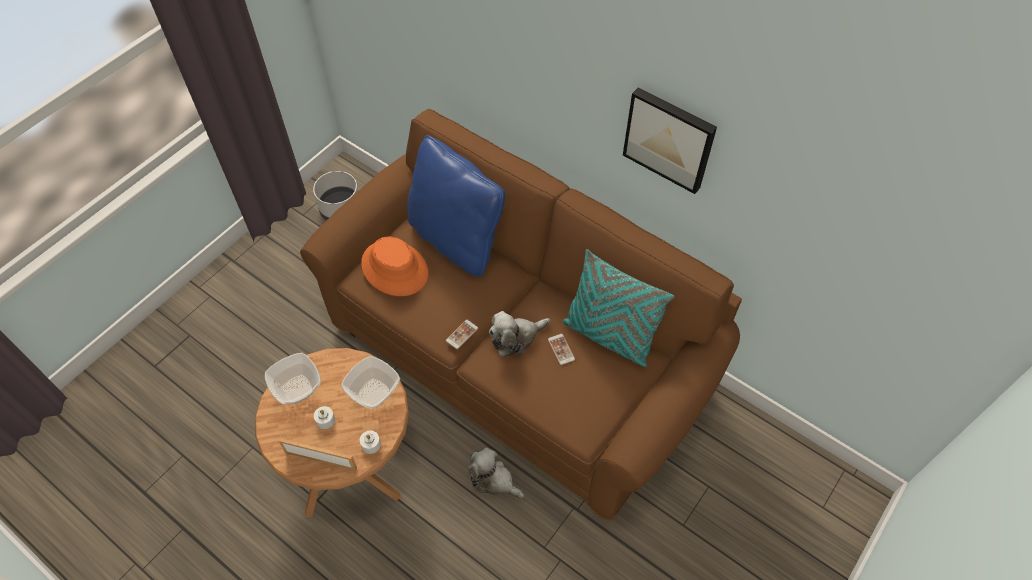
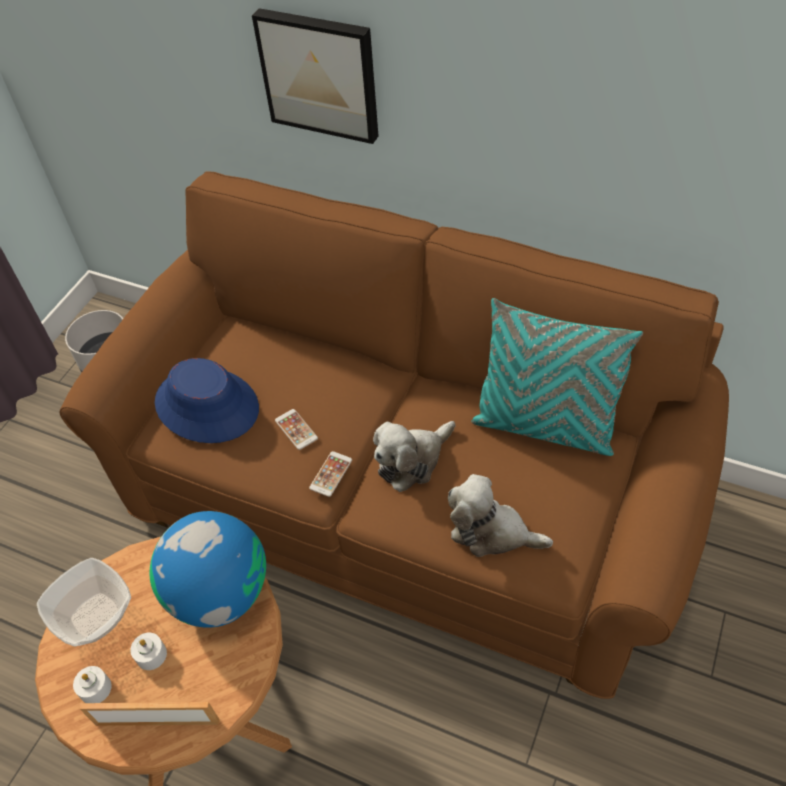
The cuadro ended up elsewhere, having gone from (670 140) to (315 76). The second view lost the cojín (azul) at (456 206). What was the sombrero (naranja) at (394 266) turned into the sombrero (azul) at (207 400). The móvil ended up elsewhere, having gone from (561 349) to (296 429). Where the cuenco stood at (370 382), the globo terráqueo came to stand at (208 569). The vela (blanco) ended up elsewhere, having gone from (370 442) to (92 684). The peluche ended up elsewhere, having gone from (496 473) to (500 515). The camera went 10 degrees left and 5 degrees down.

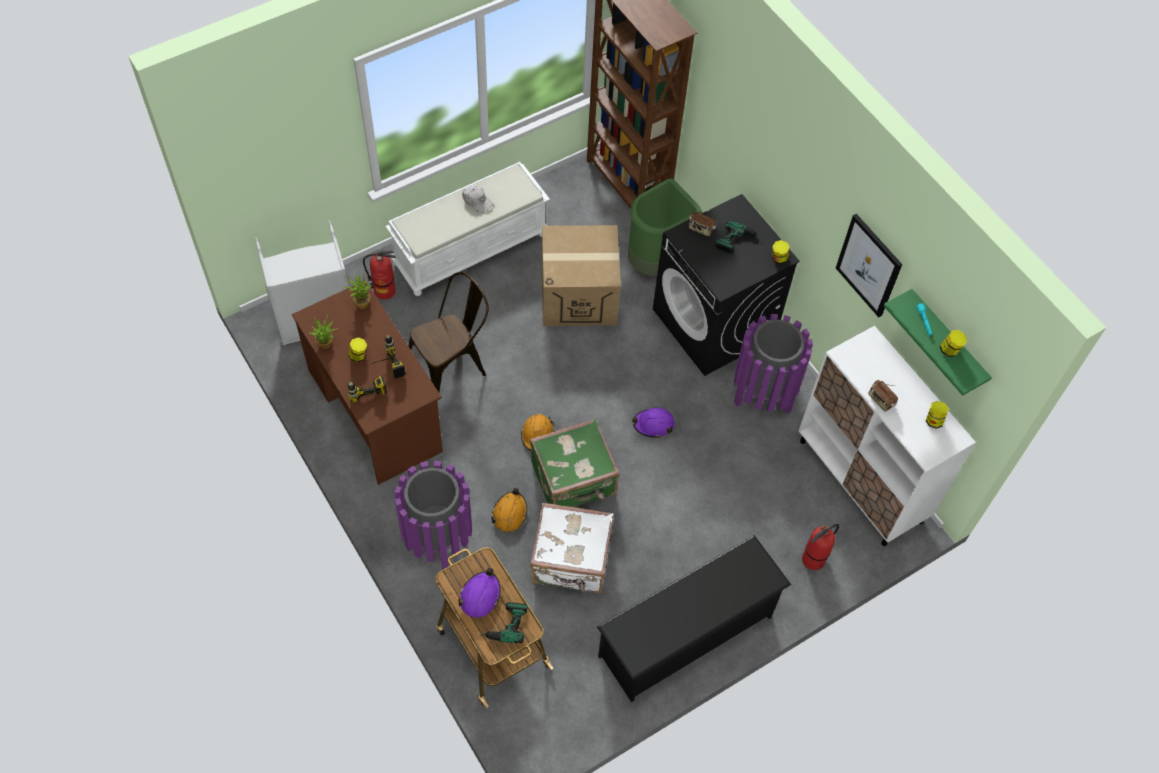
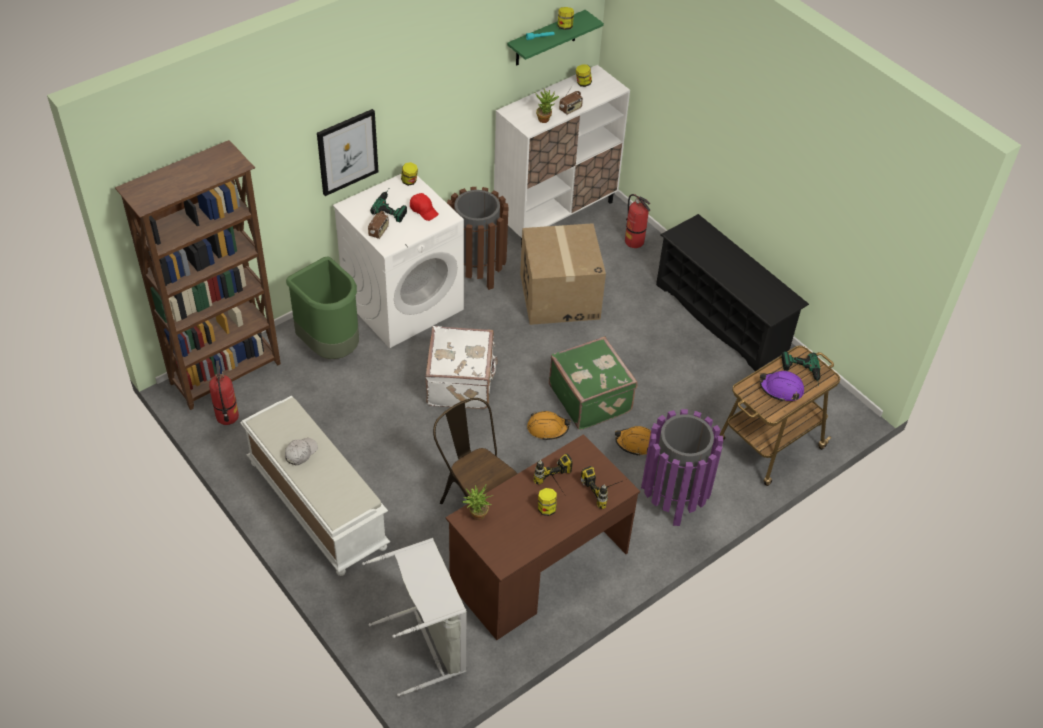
What was the lavadora (negro) at (726 285) turned into the lavadora (blanco) at (398 261). The cuadro ended up elsewhere, having gone from (869 265) to (347 152). The caja de cartón ended up elsewhere, having gone from (581 275) to (563 274). The extintor ended up elsewhere, having gone from (379 275) to (224 393). What was the papelera (morado) at (773 364) turned into the papelera (marrón) at (477 238). The planta en maceta ended up elsewhere, having gone from (323 332) to (546 106). The second view lost the casco (morado) at (653 423). The maleta (blanco) ended up elsewhere, having gone from (572 548) to (461 367). The second view gained the gorra (rojo) at (424 207). The camera went 95 degrees left and 10 degrees down.

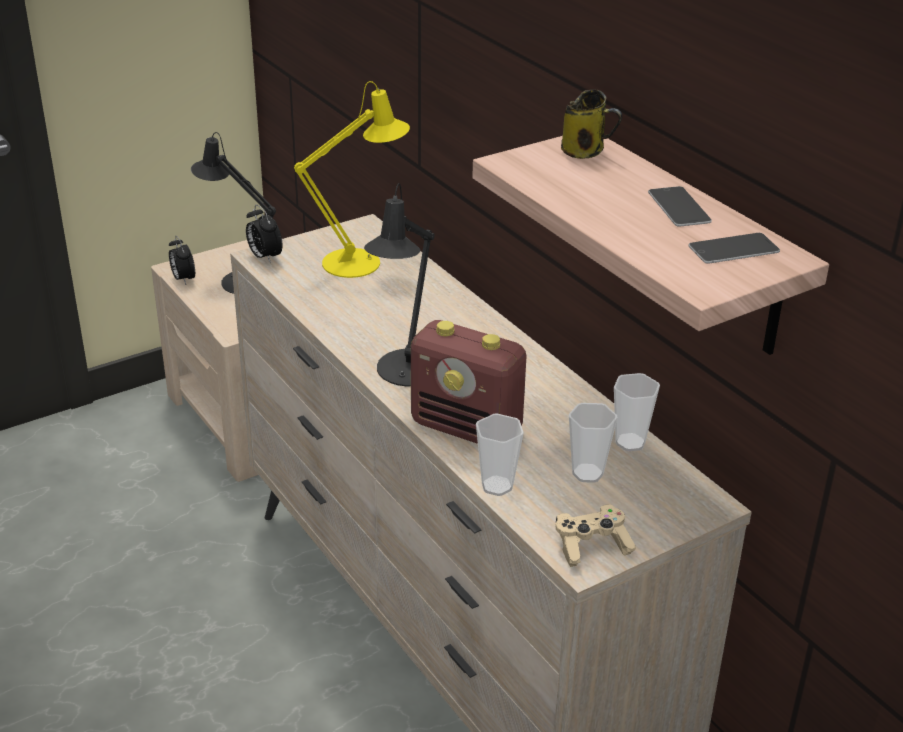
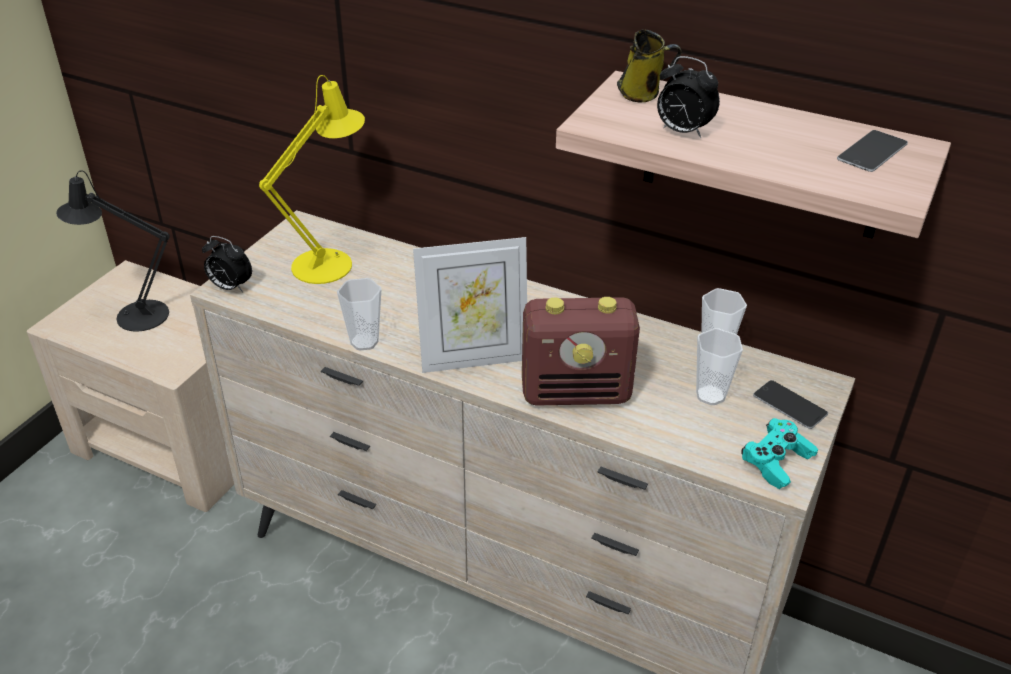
Where the lámpara de mesa (negro) stood at (399 284), the portarretratos came to stand at (470 305). The móvil ended up elsewhere, having gone from (680 206) to (790 404). The despertador ended up elsewhere, having gone from (182 260) to (688 97). The taza ended up elsewhere, having gone from (500 455) to (359 314). What was the mando de consola (beis) at (596 535) turned into the mando de consola (turquesa) at (779 453). The camera went 30 degrees left and 5 degrees up.

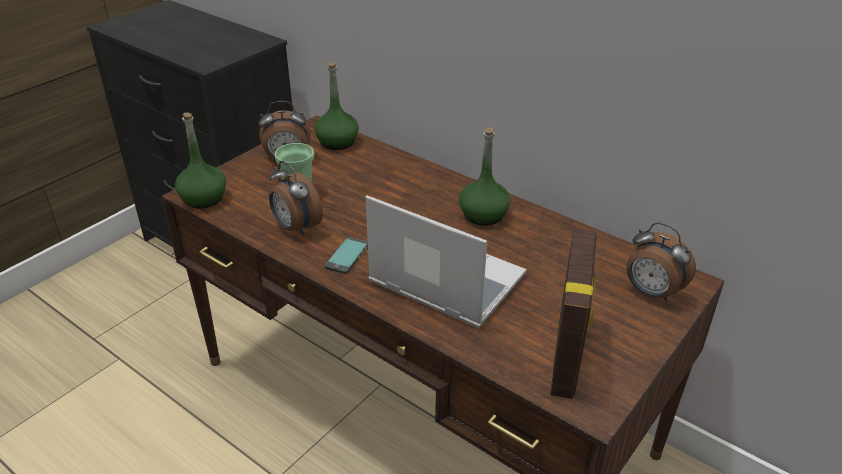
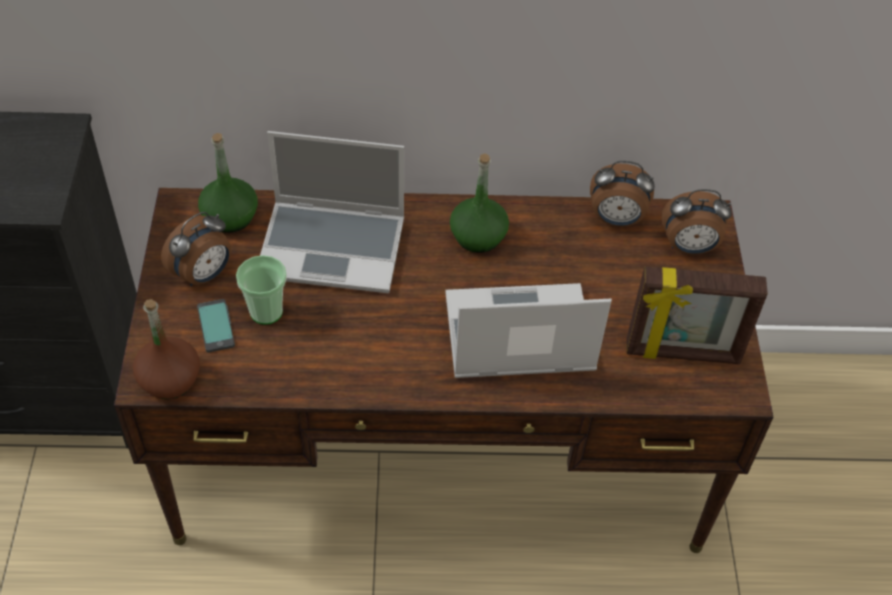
What was the botella (verde) at (200 160) turned into the botella (marrón) at (166 349). The despertador ended up elsewhere, having gone from (296 198) to (622 194). The portarretratos at (573 313) ended up facing another way, 120 degrees clockwise from before. The móvil ended up elsewhere, having gone from (346 255) to (216 326). The second view gained the portátil at (332 212). The camera went 40 degrees left and 15 degrees up.

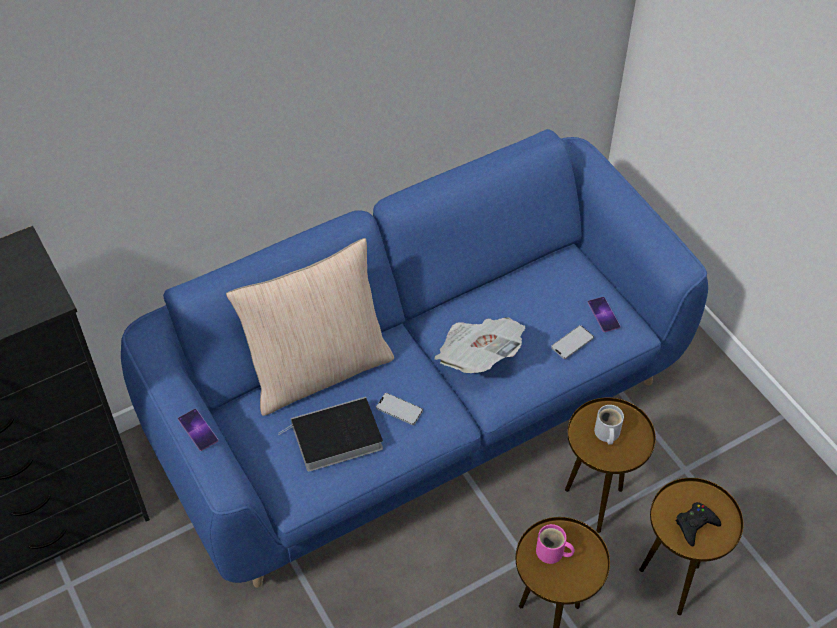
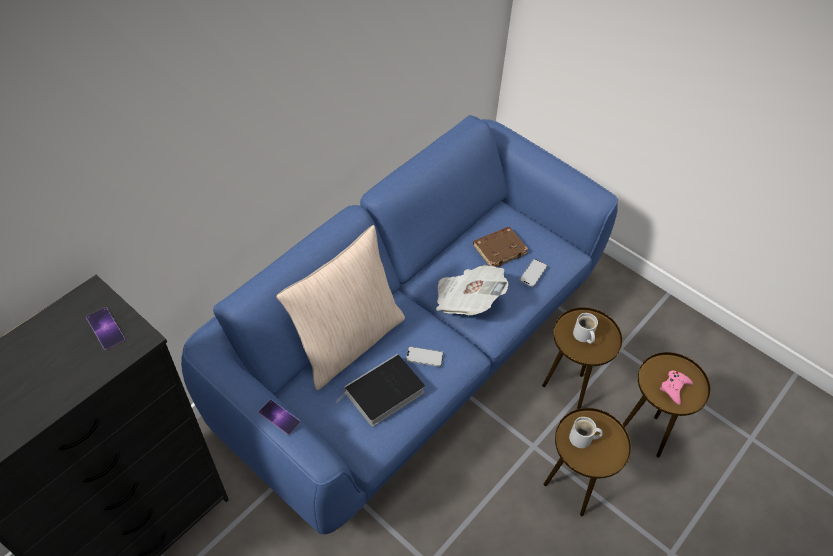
The móvil ended up elsewhere, having gone from (604 314) to (105 328). What was the mando de consola (negro) at (698 524) turned into the mando de consola (rosa) at (676 388). What was the taza grande (rosa) at (555 544) turned into the taza grande (blanco) at (586 432). The second view gained the libro (marrón) at (500 246). The camera went 20 degrees left and 0 degrees up.

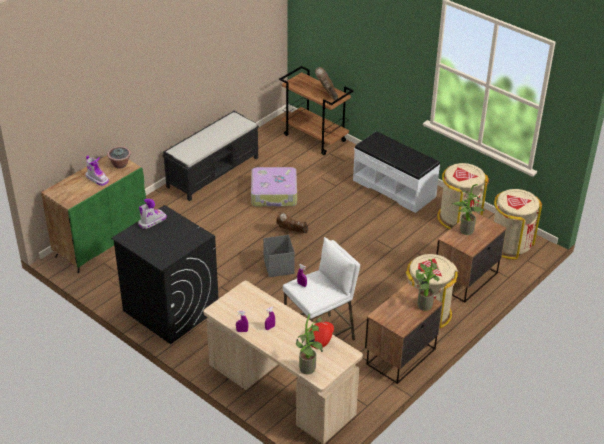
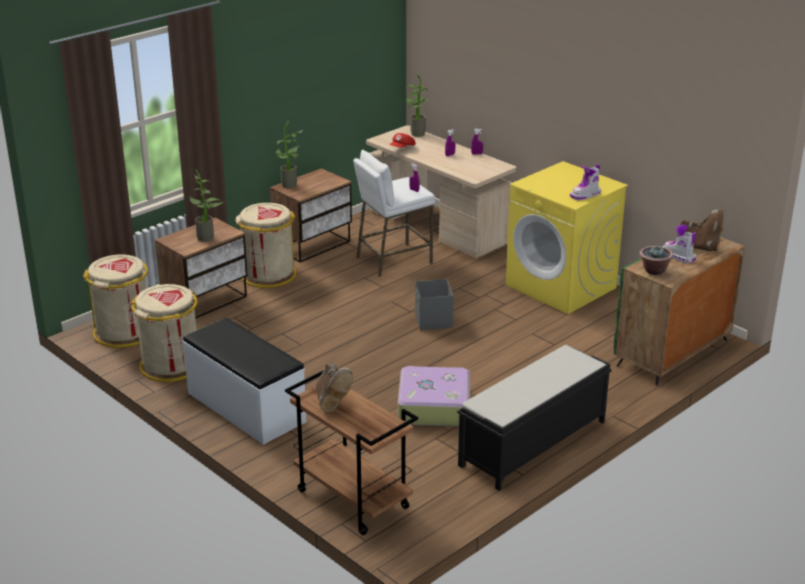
What was the lavadora (negro) at (165 274) turned into the lavadora (amarillo) at (567 237). The bota (marrón) ended up elsewhere, having gone from (292 222) to (701 230). The camera went 175 degrees left and 10 degrees down.

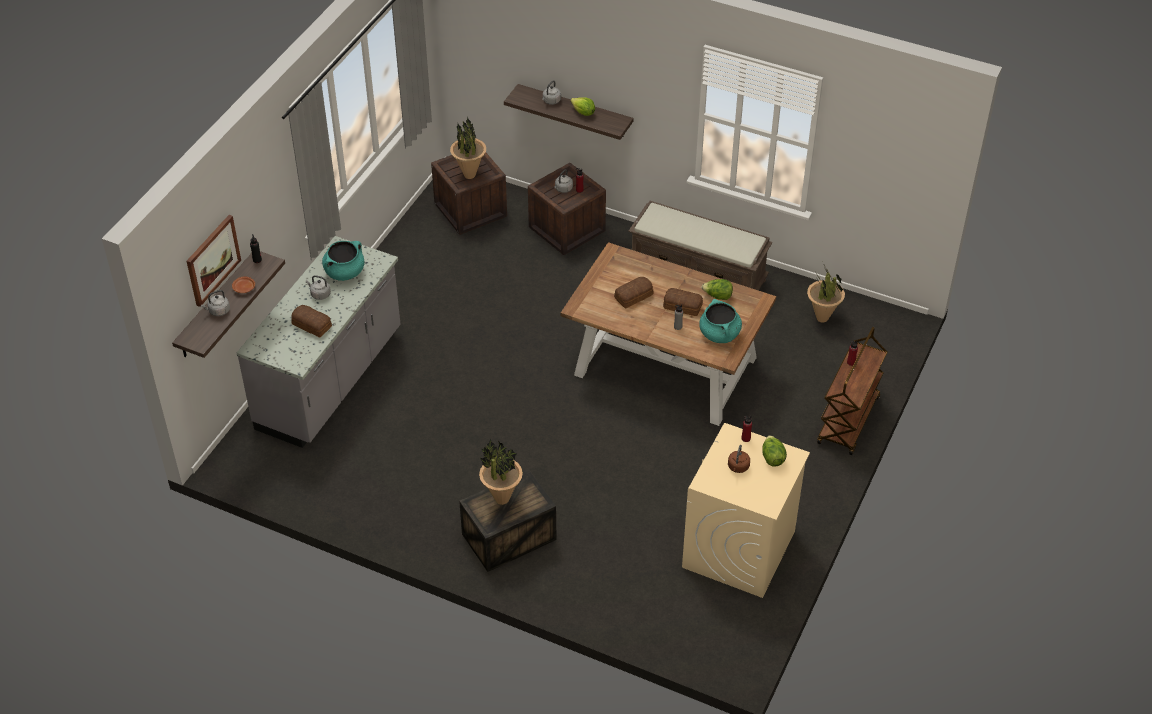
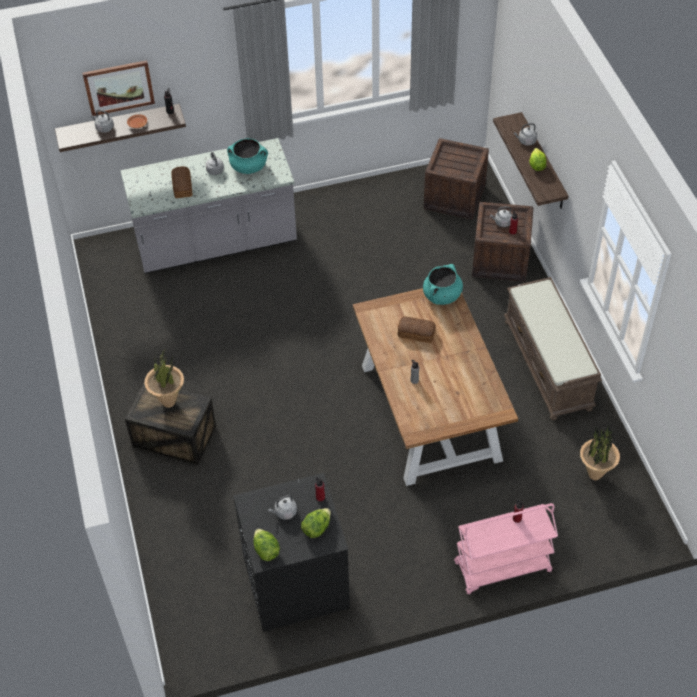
The second view lost the planta en maceta at (468 148). The lechuga ended up elsewhere, having gone from (717 289) to (266 545). The second view lost the pan at (683 302). The olla (turquesa) ended up elsewhere, having gone from (720 321) to (443 284). What was the carrito (marrón) at (852 391) turned into the carrito (rosa) at (506 549). What was the lavadora (beis) at (746 510) turned into the lavadora (negro) at (291 552). What was the hervidor (marrón) at (739 459) turned into the hervidor (gris) at (282 507). The camera went 50 degrees right and 5 degrees up.

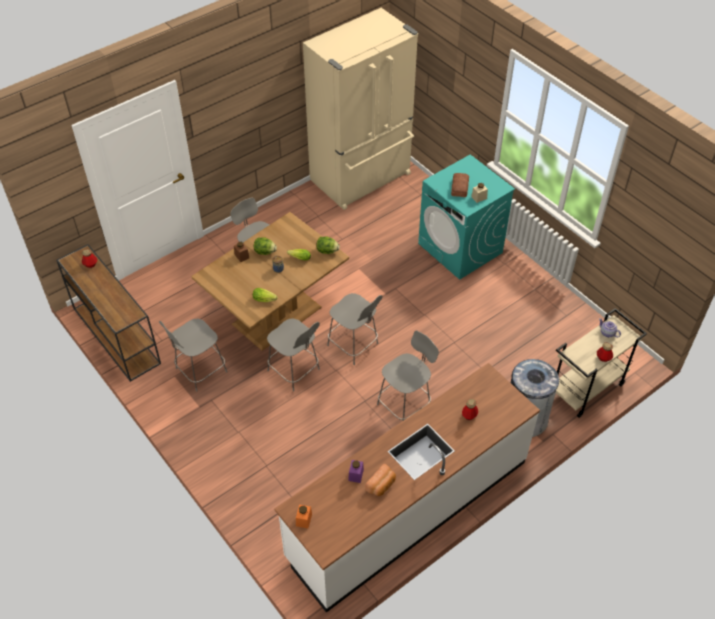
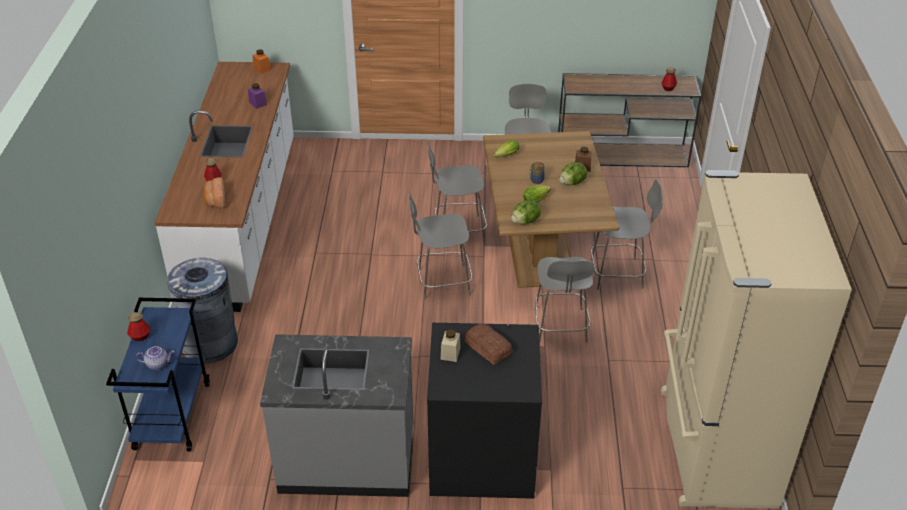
What was the lavadora (turquesa) at (466 217) turned into the lavadora (negro) at (484 411). What was the carrito (beis) at (601 363) turned into the carrito (azul) at (158 375). The silla (gris) ended up elsewhere, having gone from (408 376) to (564 300). The pan ended up elsewhere, having gone from (380 480) to (214 192). The second view gained the mueble bajo de cocina (gris) at (336 415). The camera went 130 degrees right and 10 degrees down.

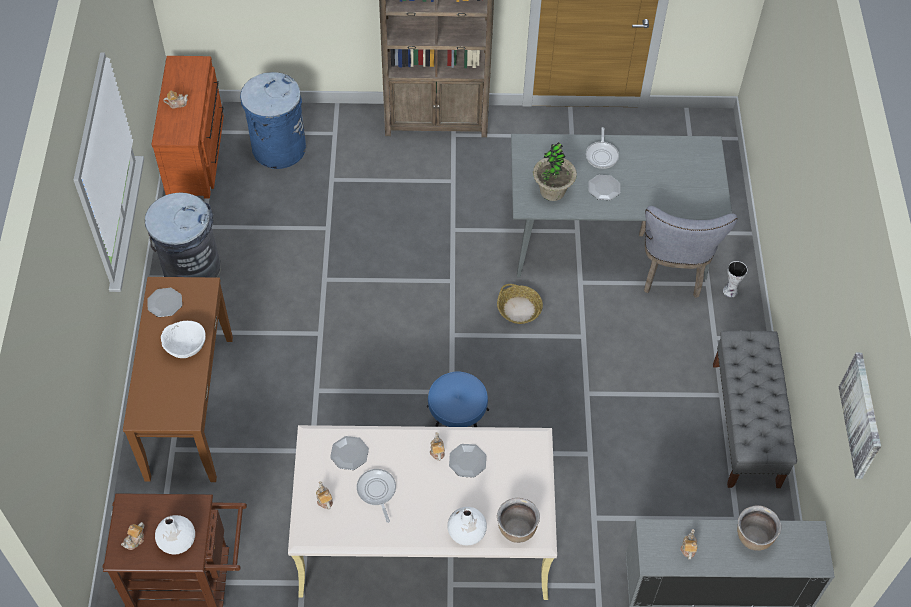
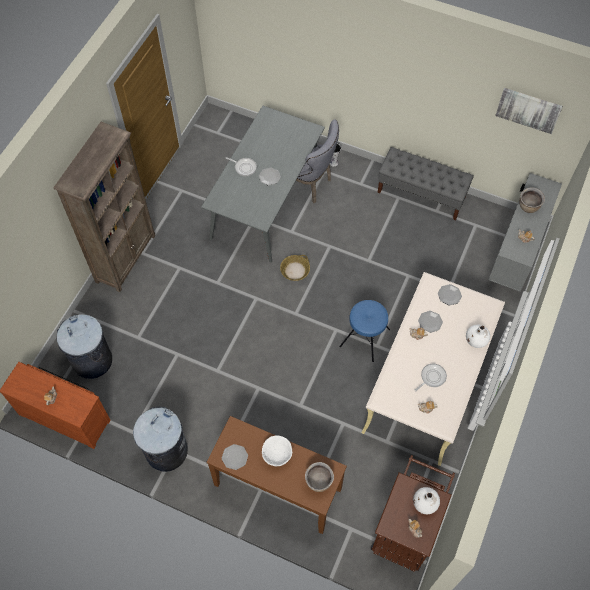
What was the papelera (azul) at (273 120) turned into the papelera (gris) at (84 346). The second view lost the planta en maceta at (555 171). The plato ended up elsewhere, having gone from (349 453) to (450 294). The sartén at (376 496) ended up facing another way, 135 degrees clockwise from before. The olla (marrón) ended up elsewhere, having gone from (518 520) to (319 477). The camera went 65 degrees left and 5 degrees up.

